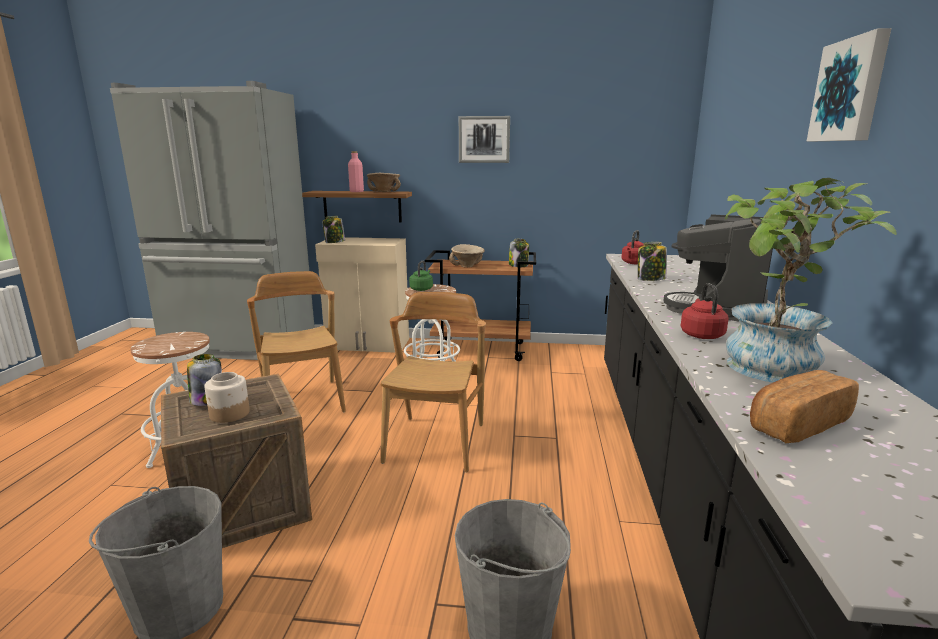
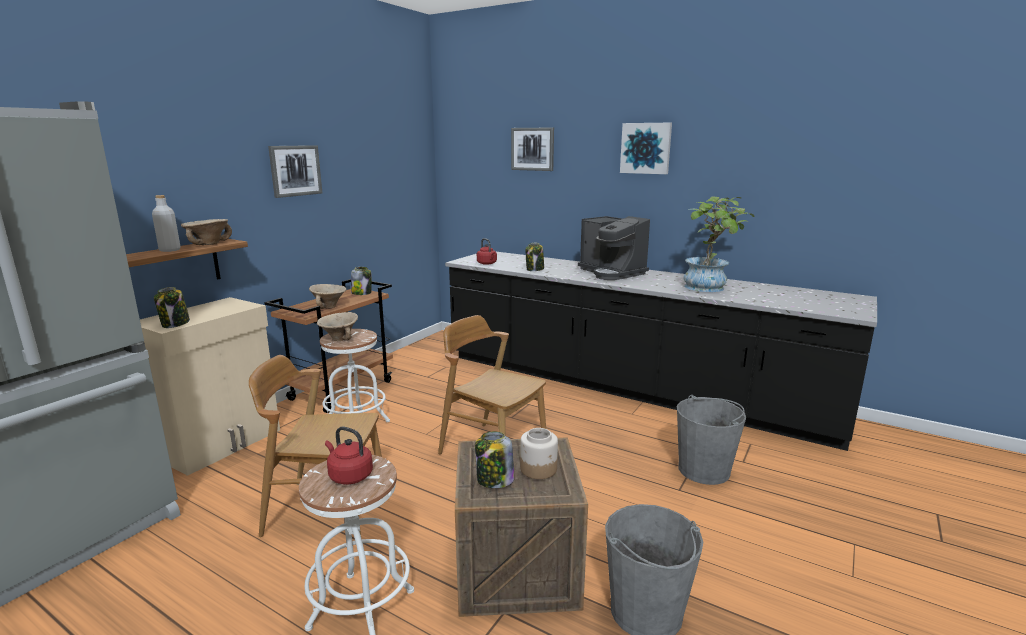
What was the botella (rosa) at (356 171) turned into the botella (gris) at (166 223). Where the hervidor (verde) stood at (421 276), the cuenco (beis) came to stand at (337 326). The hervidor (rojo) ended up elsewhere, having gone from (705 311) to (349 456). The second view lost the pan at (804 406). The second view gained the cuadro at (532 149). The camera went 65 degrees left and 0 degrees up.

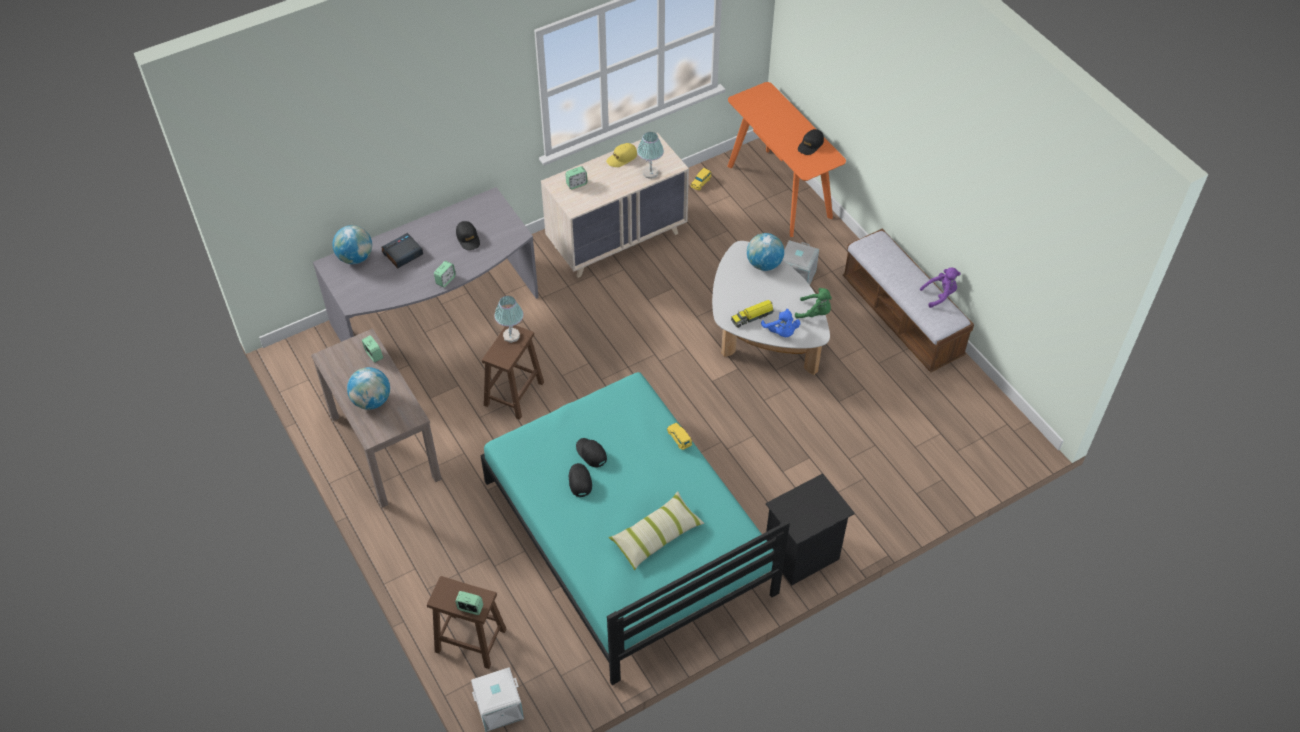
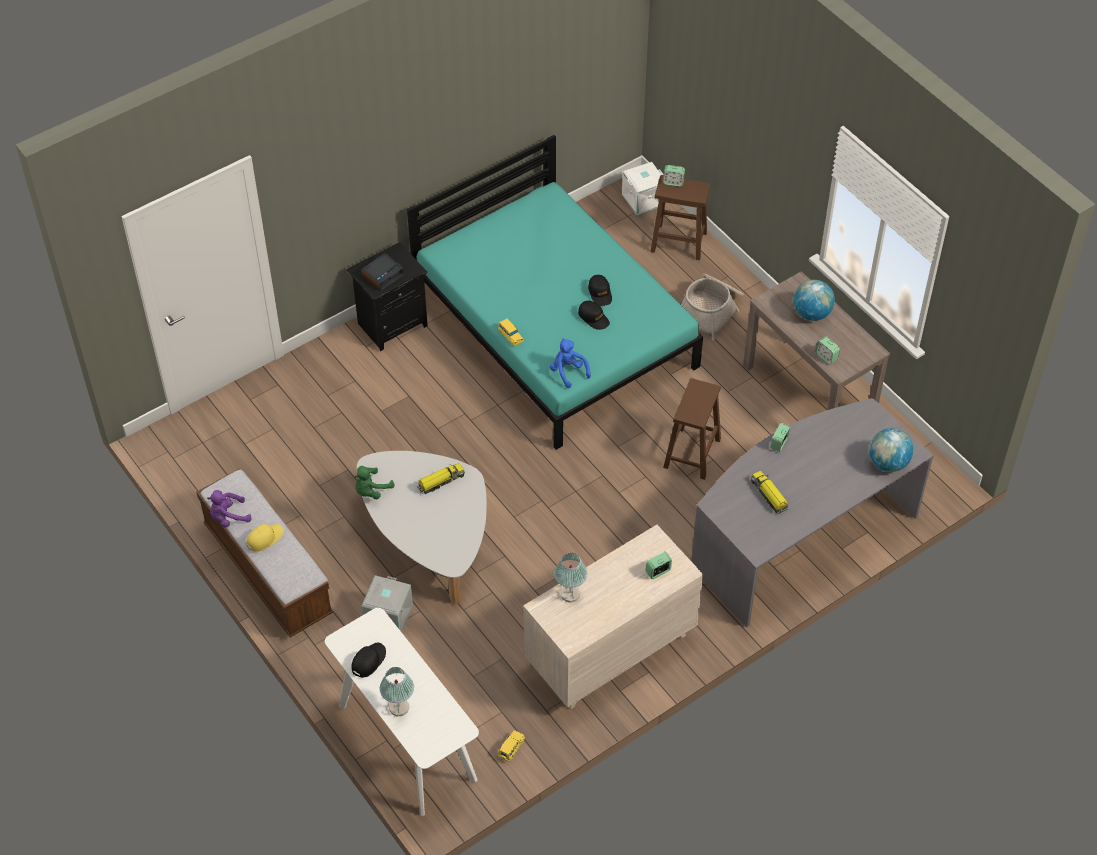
What was the mesa consola (naranja) at (786 159) turned into the mesa consola (blanco) at (402 712). The gorra (amarillo) ended up elsewhere, having gone from (621 155) to (265 538). Where the gorra (negro) stood at (468 235), the camión de juguete came to stand at (769 492). The despertador ended up elsewhere, having gone from (402 250) to (383 272). The second view lost the globo terráqueo at (765 252). The peluche (verde) at (813 303) ended up facing another way, 60 degrees counterclockwise from before. The lámpara de mesa ended up elsewhere, having gone from (508 319) to (397 691). The peluche (azul) ended up elsewhere, having gone from (780 323) to (570 363). The second view lost the cojín at (656 530). The second view gained the cesta at (712 307). The camera went 175 degrees right and 0 degrees up.

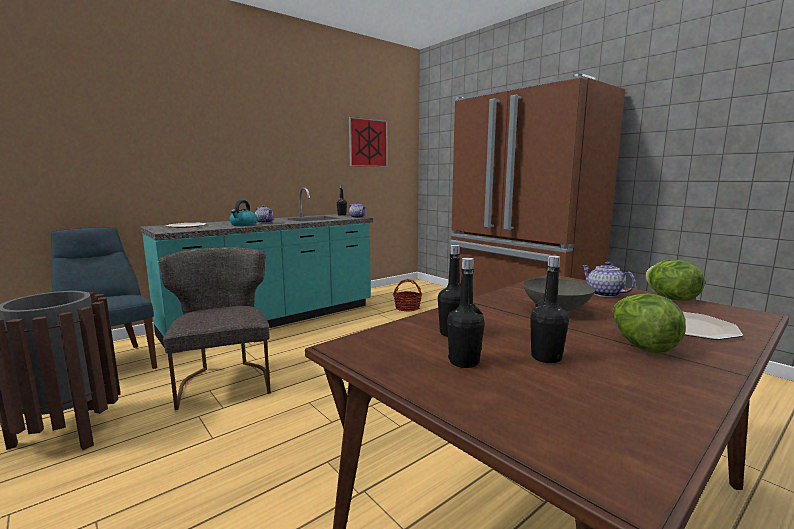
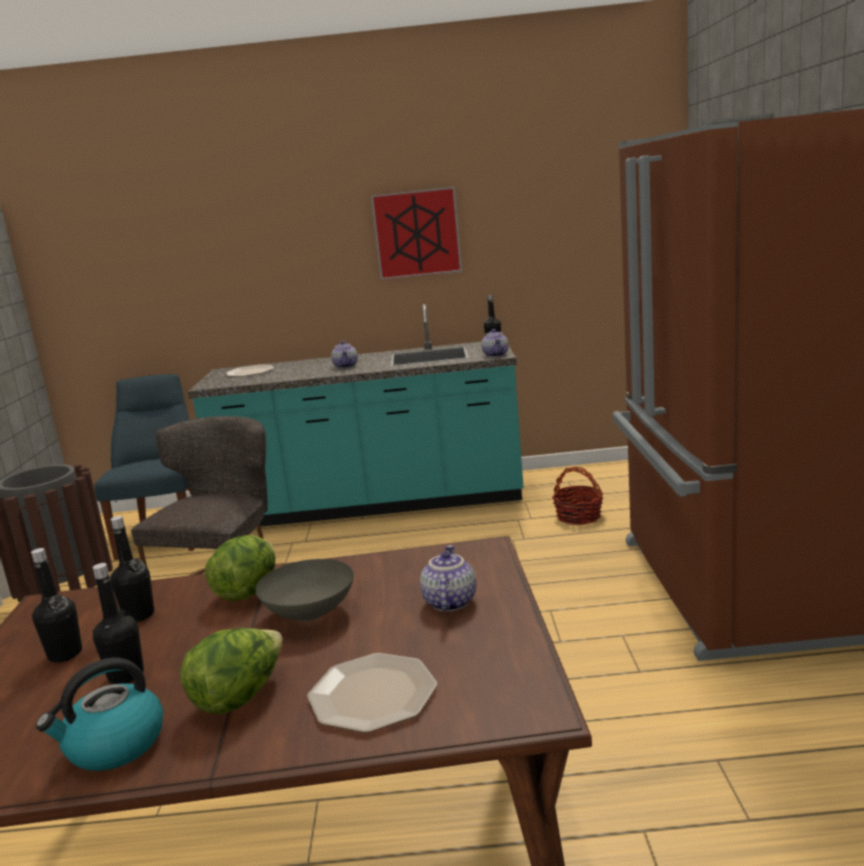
The cuadro ended up elsewhere, having gone from (368 142) to (416 233). The hervidor ended up elsewhere, having gone from (243 213) to (99 714). The lechuga ended up elsewhere, having gone from (675 280) to (240 568). The camera went 40 degrees right and 5 degrees up.

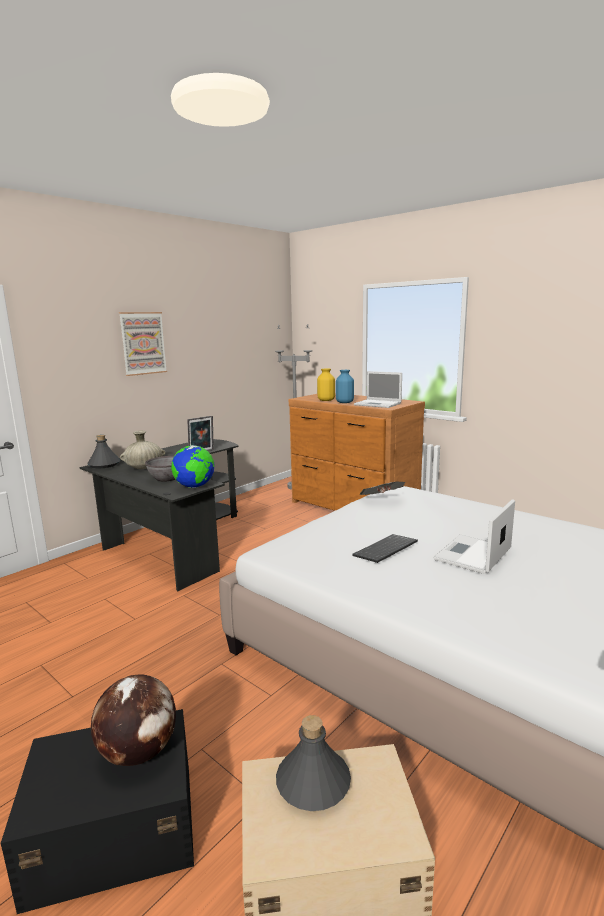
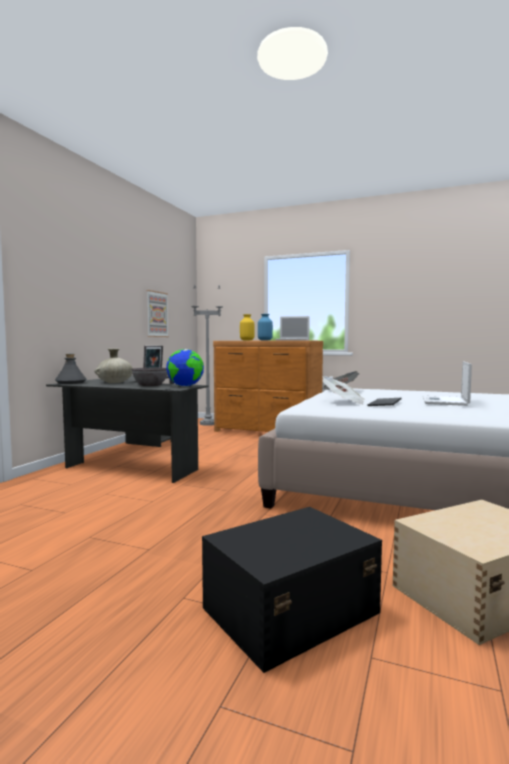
The cuadro ended up elsewhere, having gone from (143 344) to (158 313). The second view lost the globo terráqueo at (133 720). The second view lost the botella (gris) at (313 763). The second view gained the periódico at (343 390). The camera went 20 degrees left and 10 degrees down.

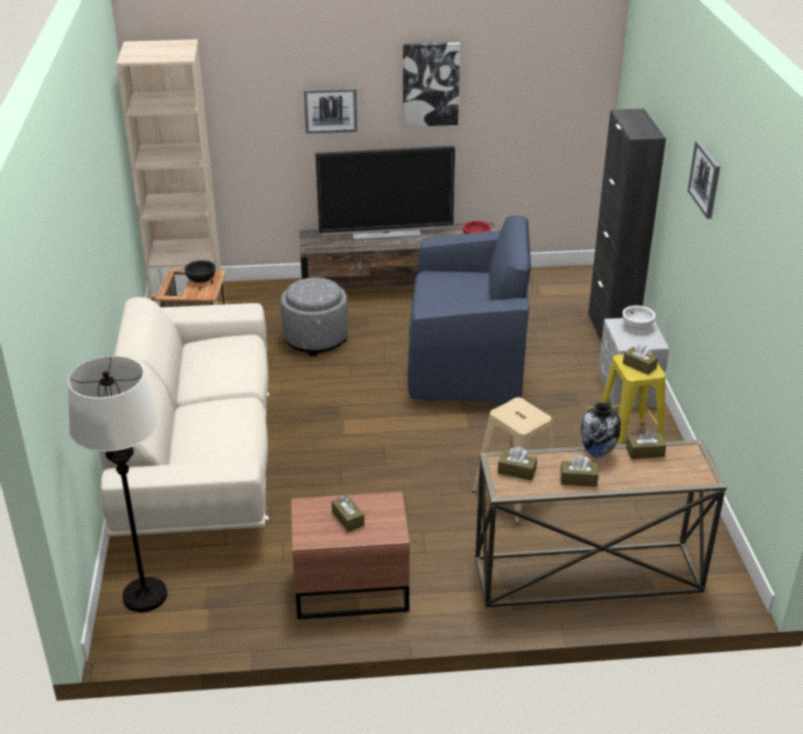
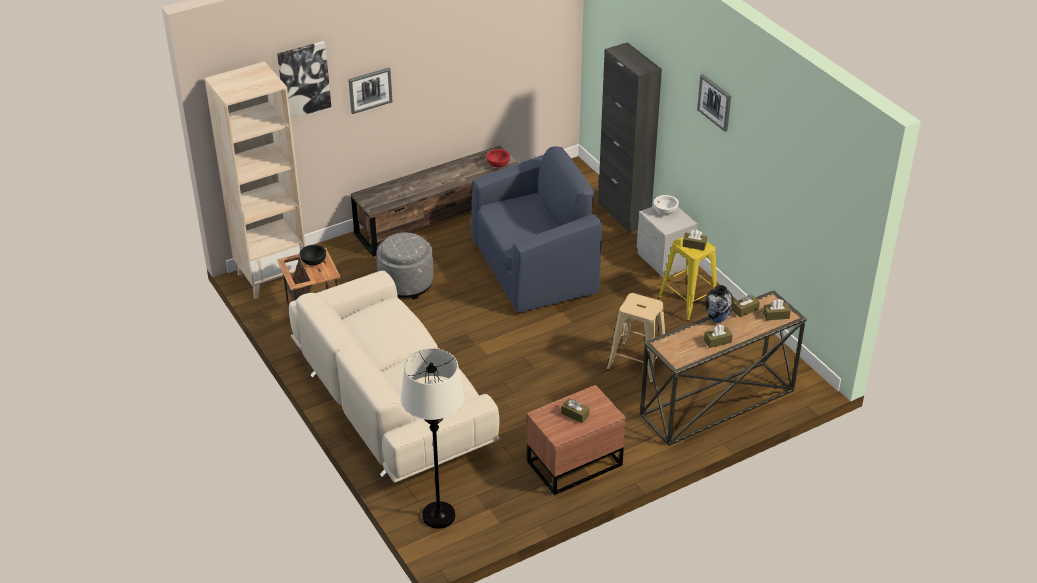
The cuadro ended up elsewhere, having gone from (431 84) to (304 80). The second view lost the televisor at (385 193). The caja de pañuelos (marrón) ended up elsewhere, having gone from (517 464) to (777 310). The camera went 25 degrees left and 5 degrees up.

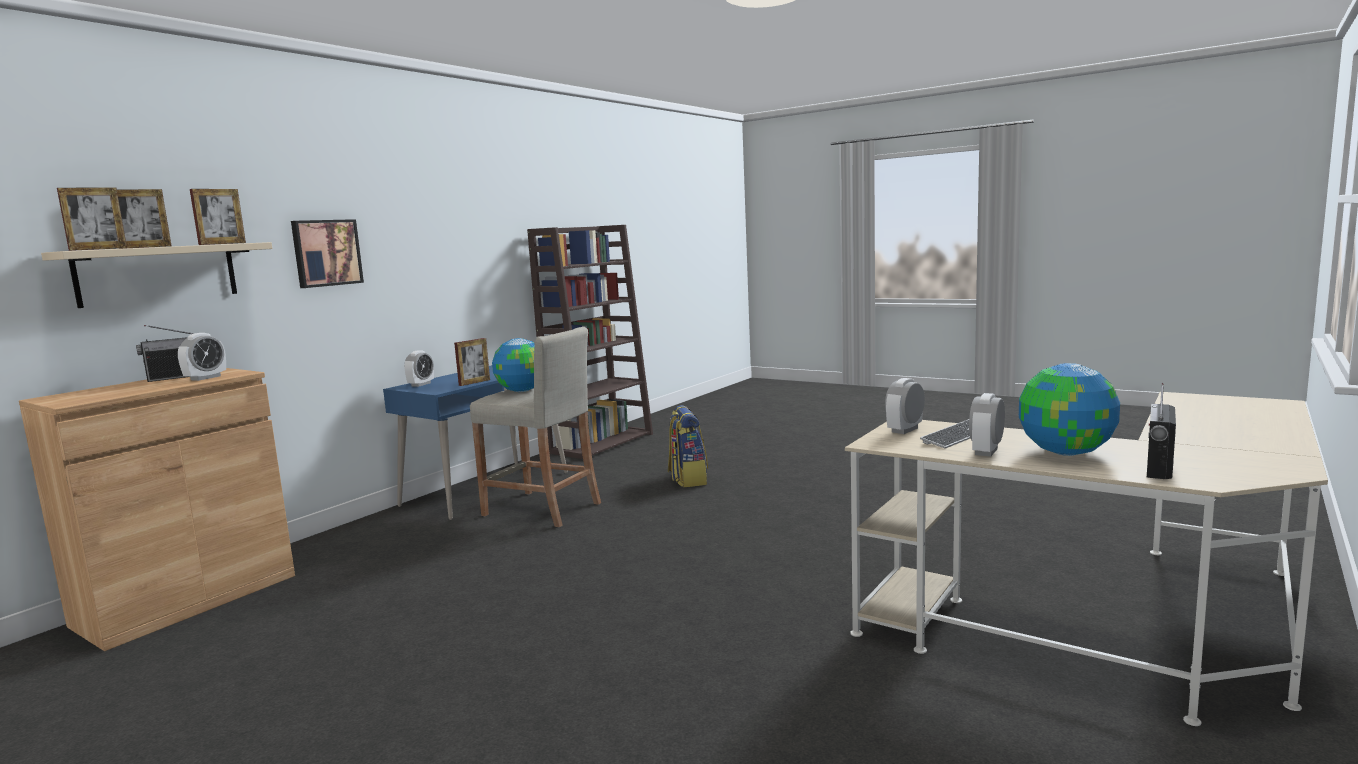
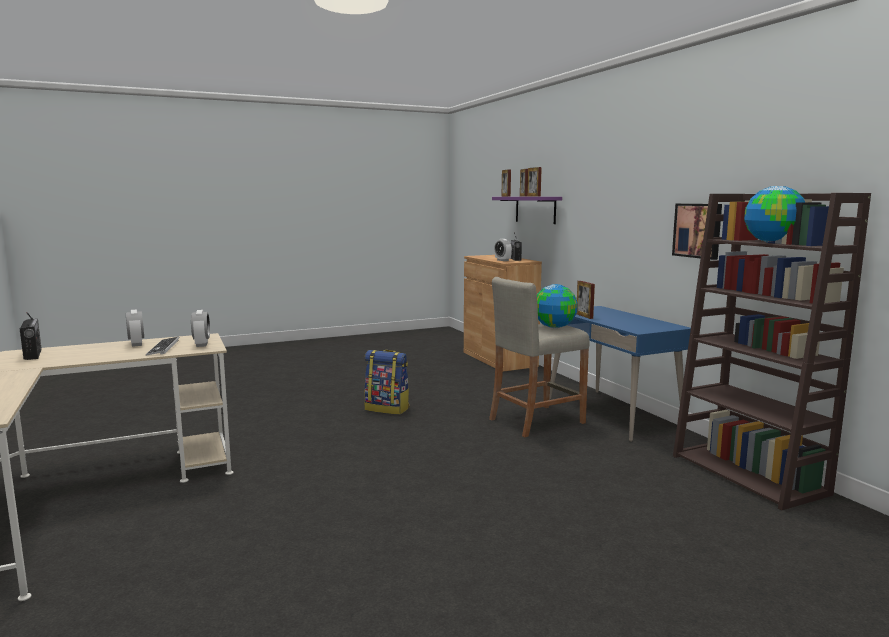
The cuadro ended up elsewhere, having gone from (327 253) to (697 232). What was the estante (beis) at (156 275) turned into the estante (morado) at (527 210). The second view lost the despertador at (419 368). The globo terráqueo ended up elsewhere, having gone from (1069 409) to (774 214). The mochila ended up elsewhere, having gone from (688 446) to (387 382). The camera went 120 degrees right and 0 degrees up.

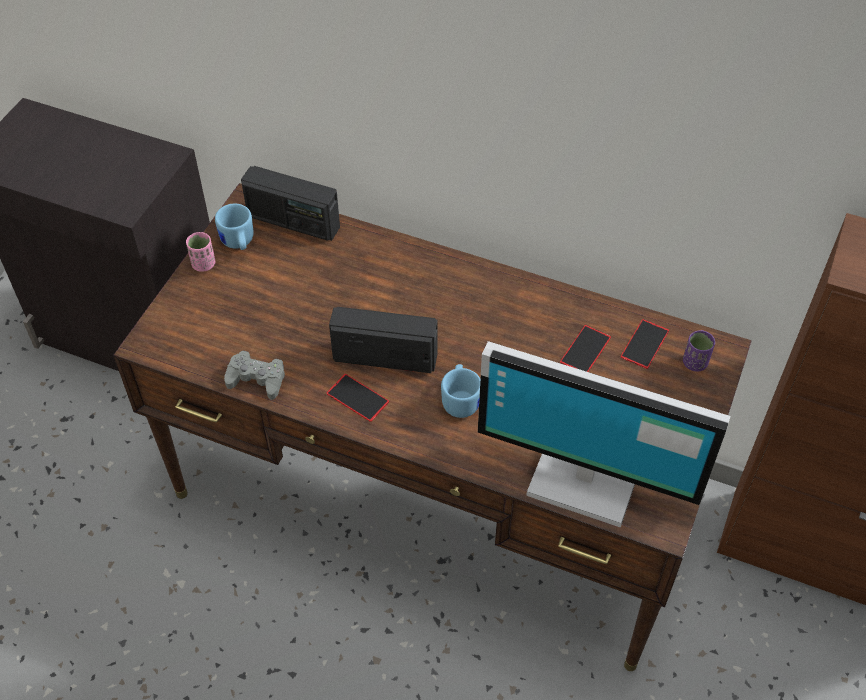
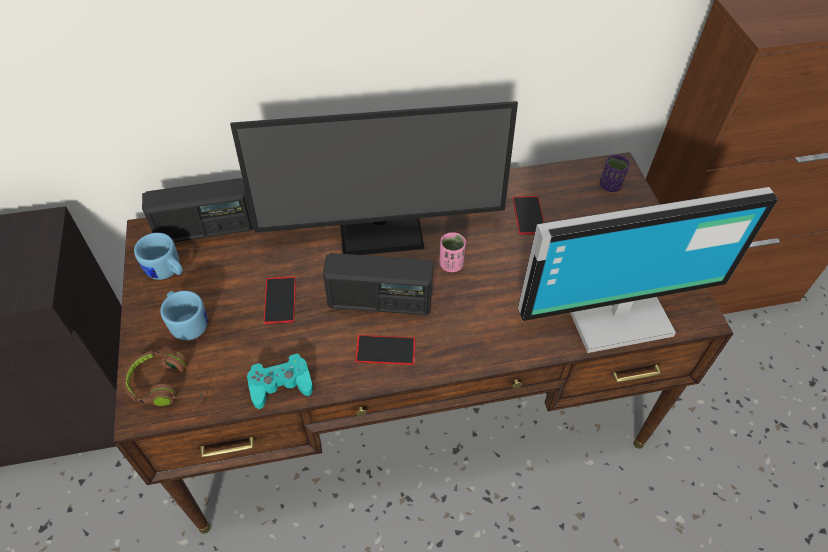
The taza (rosa) ended up elsewhere, having gone from (200 252) to (453 252). The radio at (383 340) ended up facing another way, 150 degrees counterclockwise from before. The móvil ended up elsewhere, having gone from (645 344) to (280 300). What was the mando de consola (gris) at (254 375) turned into the mando de consola (turquesa) at (280 381). The taza grande (azul) ended up elsewhere, having gone from (460 391) to (184 316). The second view gained the monitor at (374 178). The second view gained the auriculares (marrón) at (162 381). The camera went 35 degrees left and 0 degrees up.

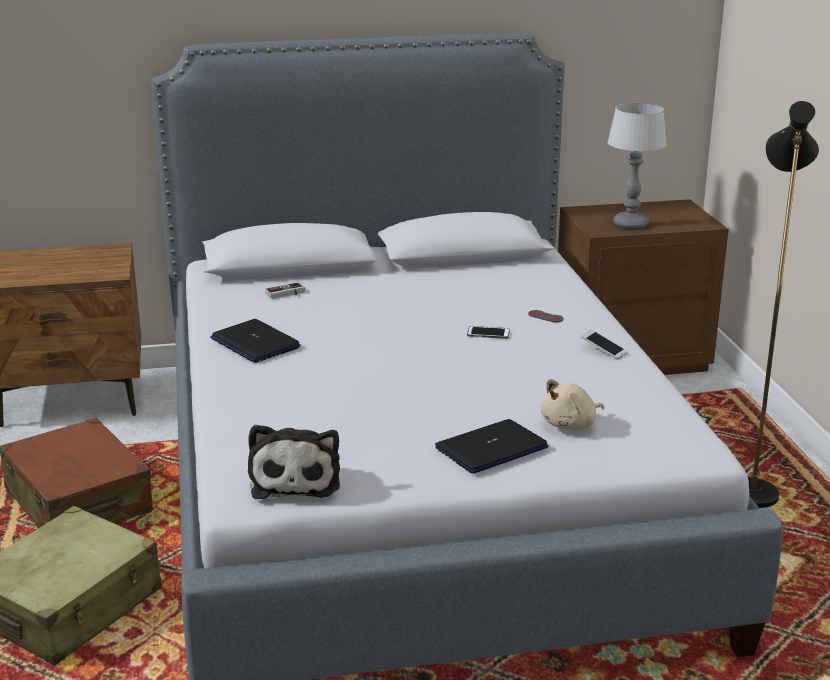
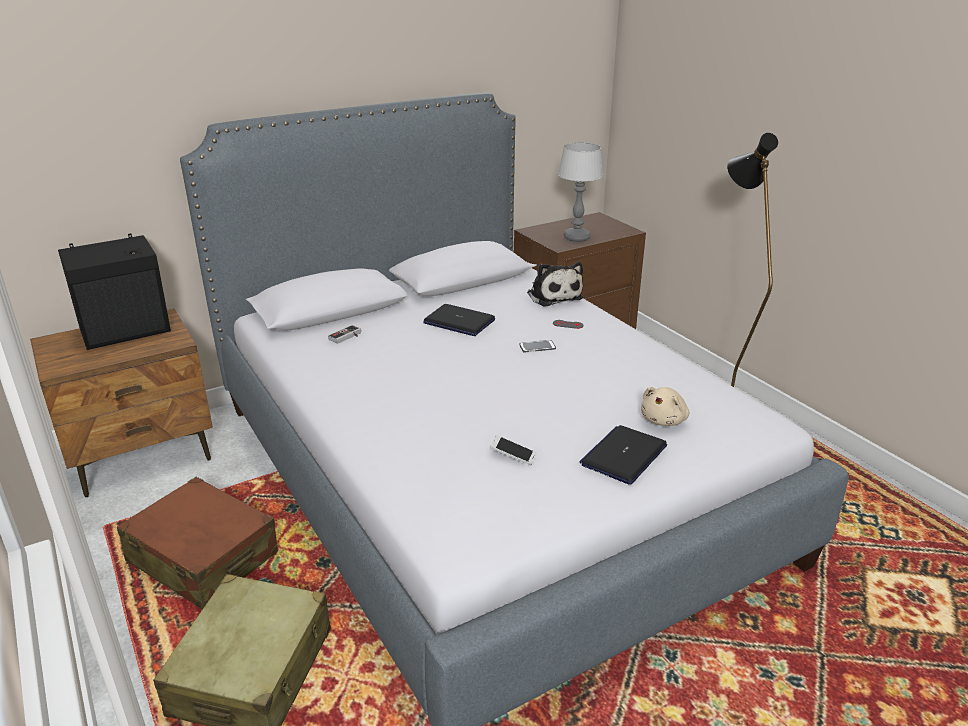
The portátil ended up elsewhere, having gone from (255 341) to (459 320). The móvil ended up elsewhere, having gone from (604 344) to (513 450). The peluche ended up elsewhere, having gone from (294 461) to (555 284). The second view gained the altavoz (negro) at (114 291). The camera went 20 degrees left and 5 degrees up.

